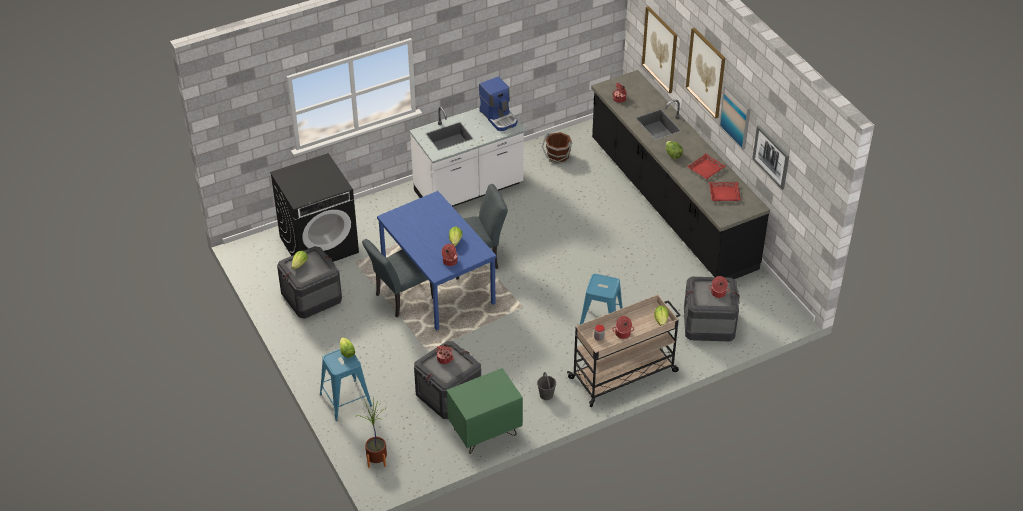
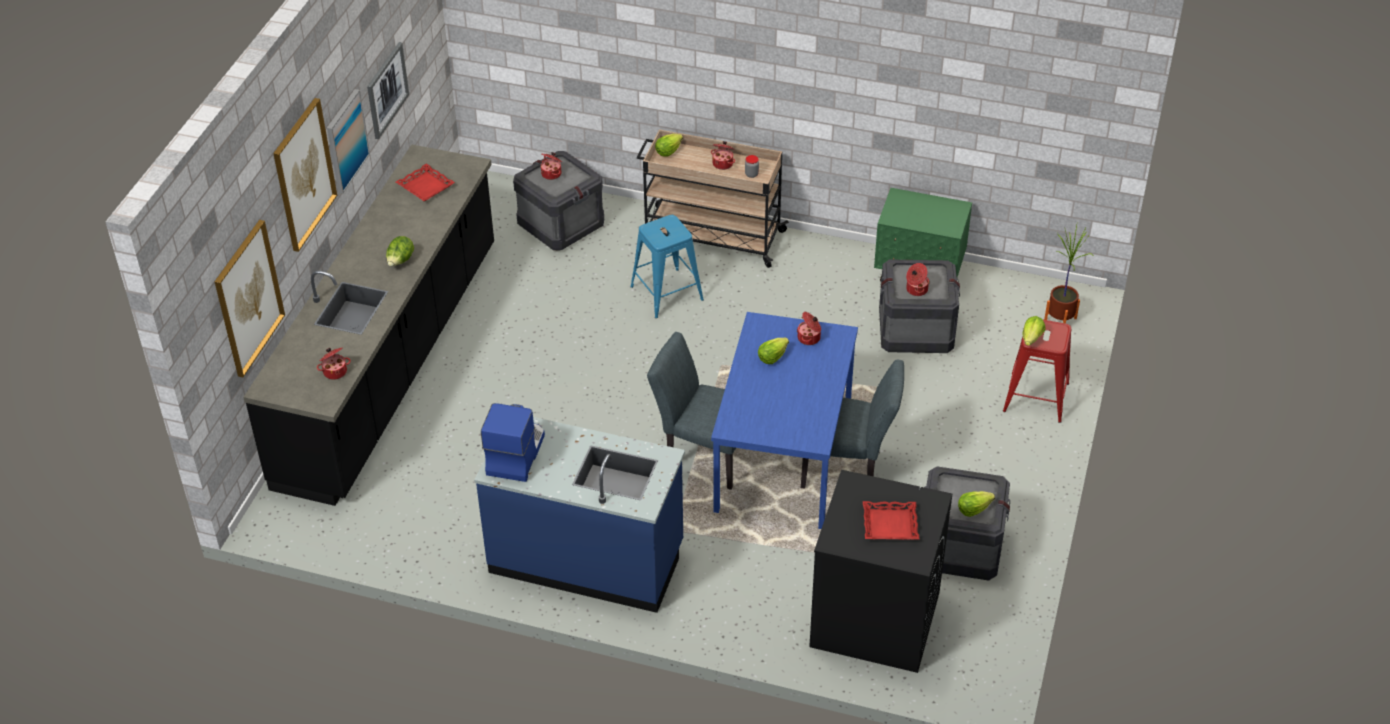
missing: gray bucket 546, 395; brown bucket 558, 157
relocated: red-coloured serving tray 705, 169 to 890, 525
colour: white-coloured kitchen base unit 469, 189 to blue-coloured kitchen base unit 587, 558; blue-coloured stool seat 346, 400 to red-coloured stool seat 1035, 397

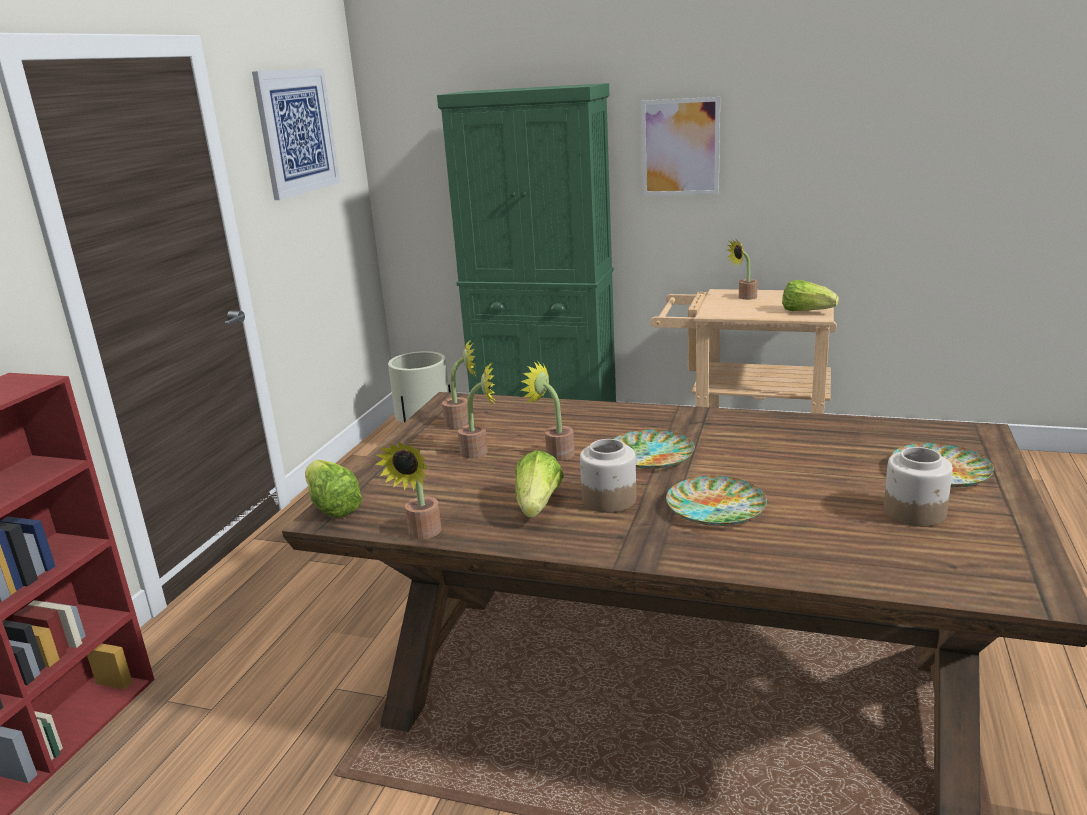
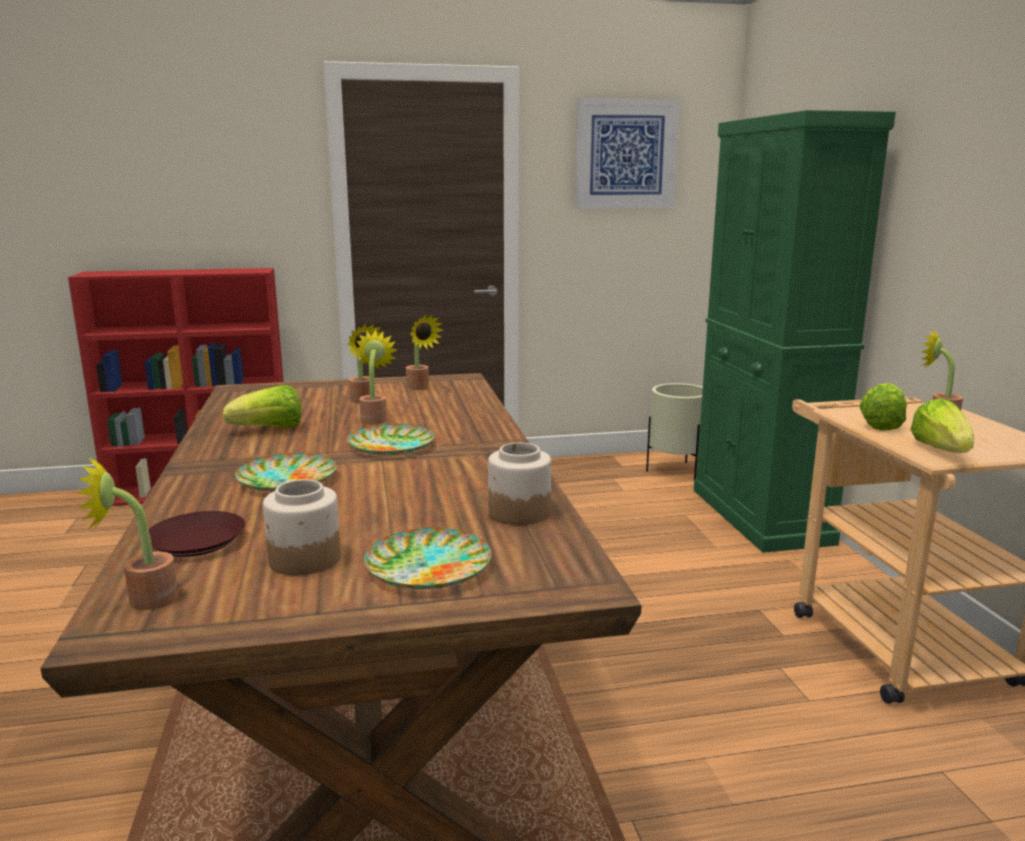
missing: wall picture 680, 147
appeared: brown dinner plate 196, 542
relocated: plant in a pot 422, 534 to 143, 599; storage jar 608, 500 to 519, 512; head of lettuce 332, 507 to 881, 424

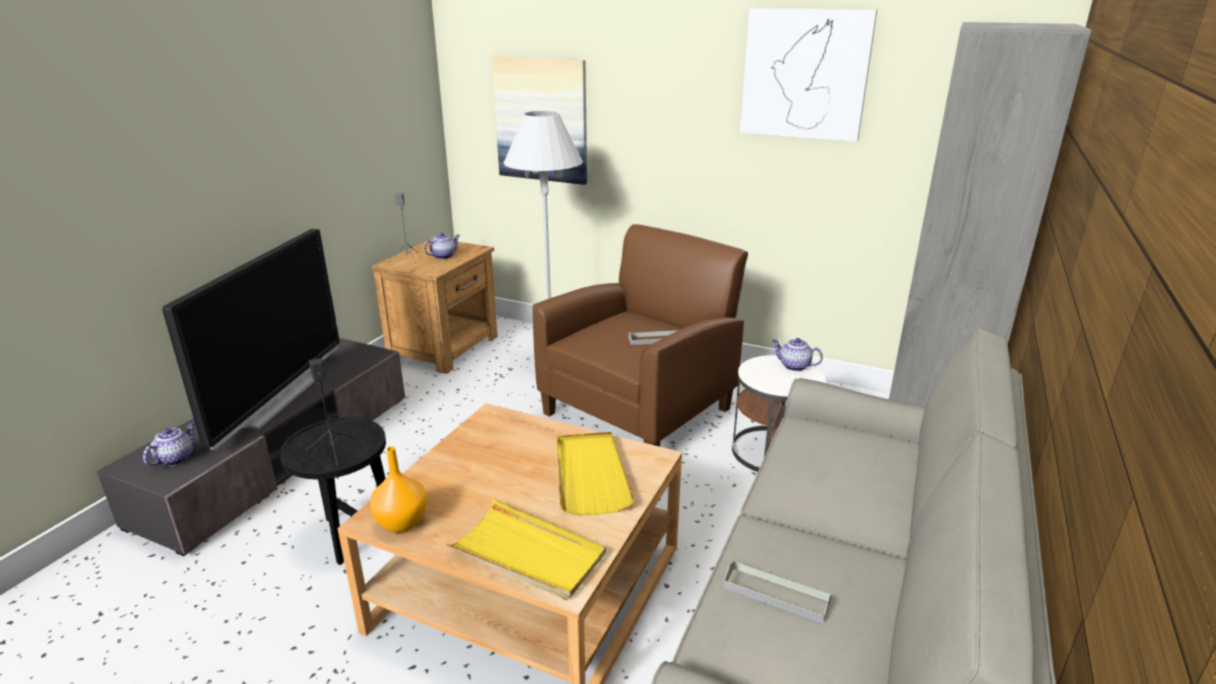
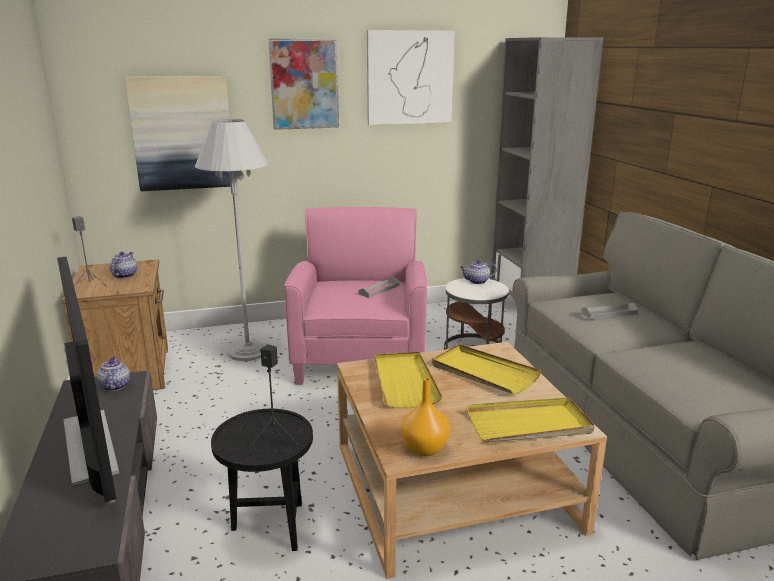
appeared: wall picture 304, 84; yellow serving tray 404, 382
relocated: teapot 176, 458 to 114, 386; gray serving tray 776, 594 to 609, 313
colour: brown easy chair 639, 410 to pink-coloured easy chair 360, 357

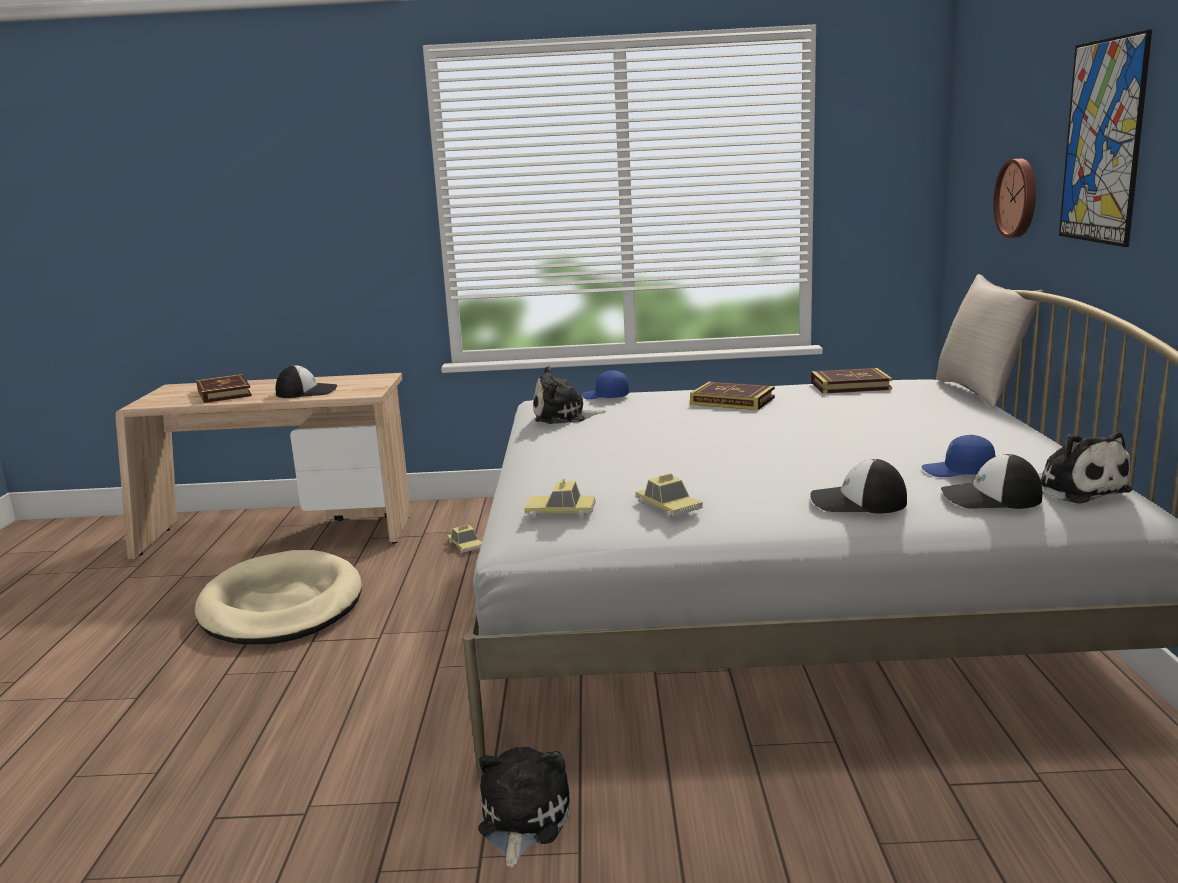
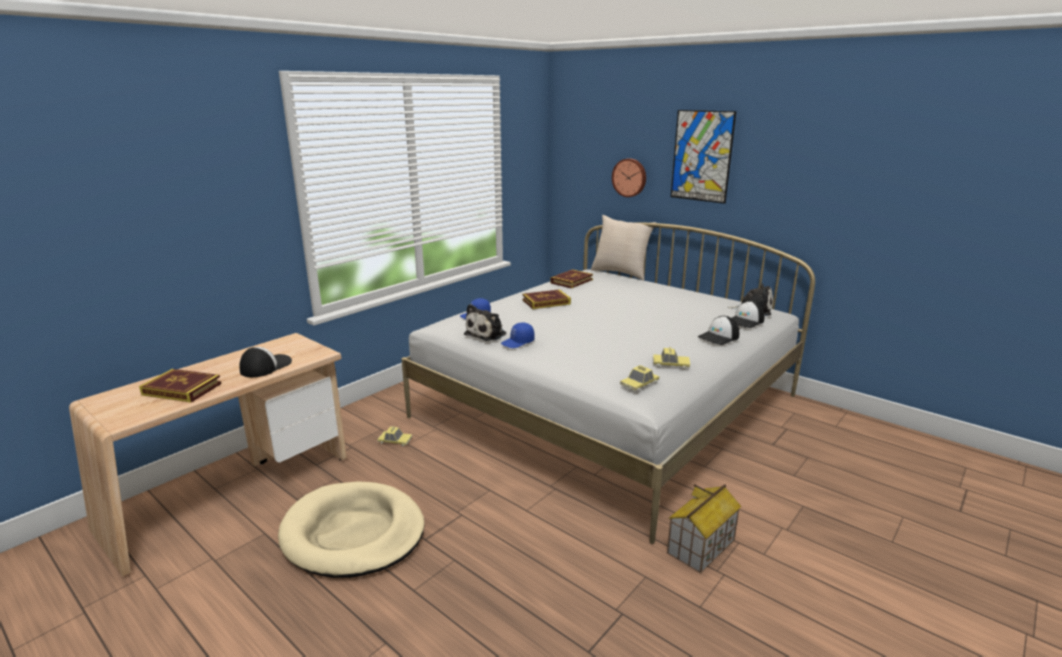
relocated: blue-coloured baseball cap 958, 472 to 518, 342
exchanged: plush toy 521, 821 to toy house 701, 547

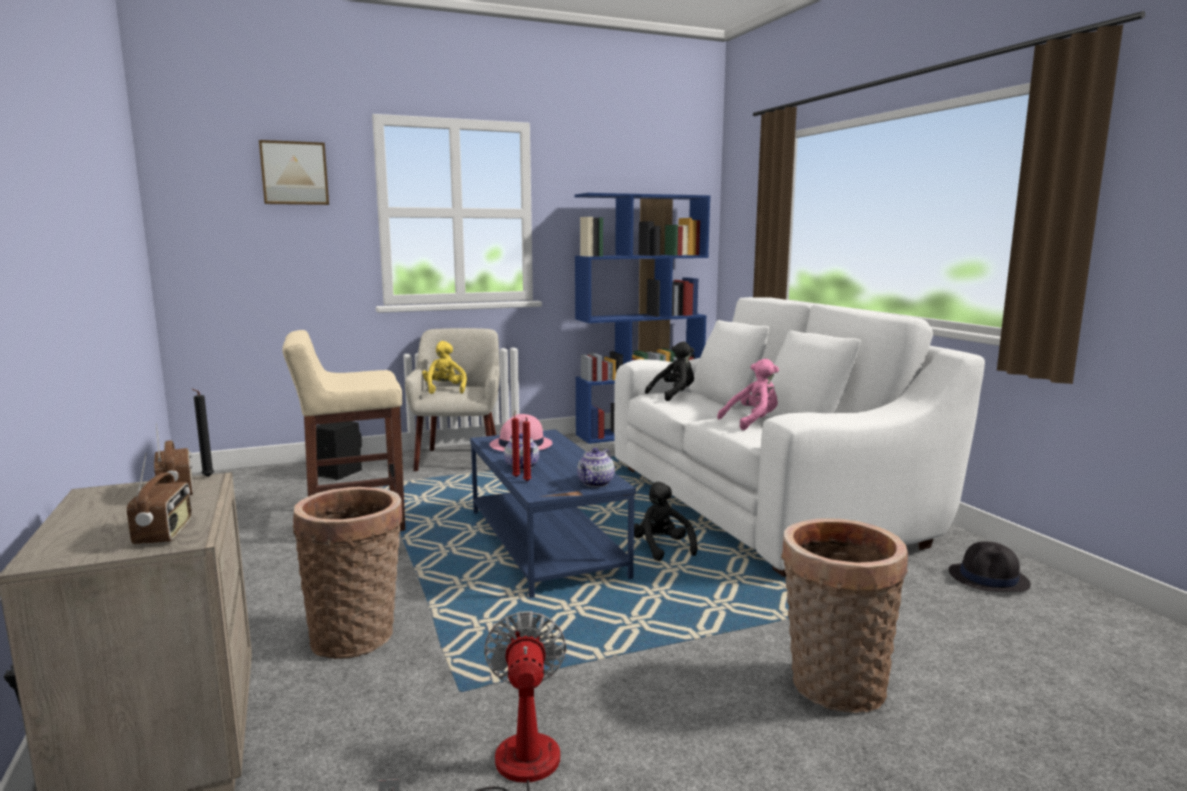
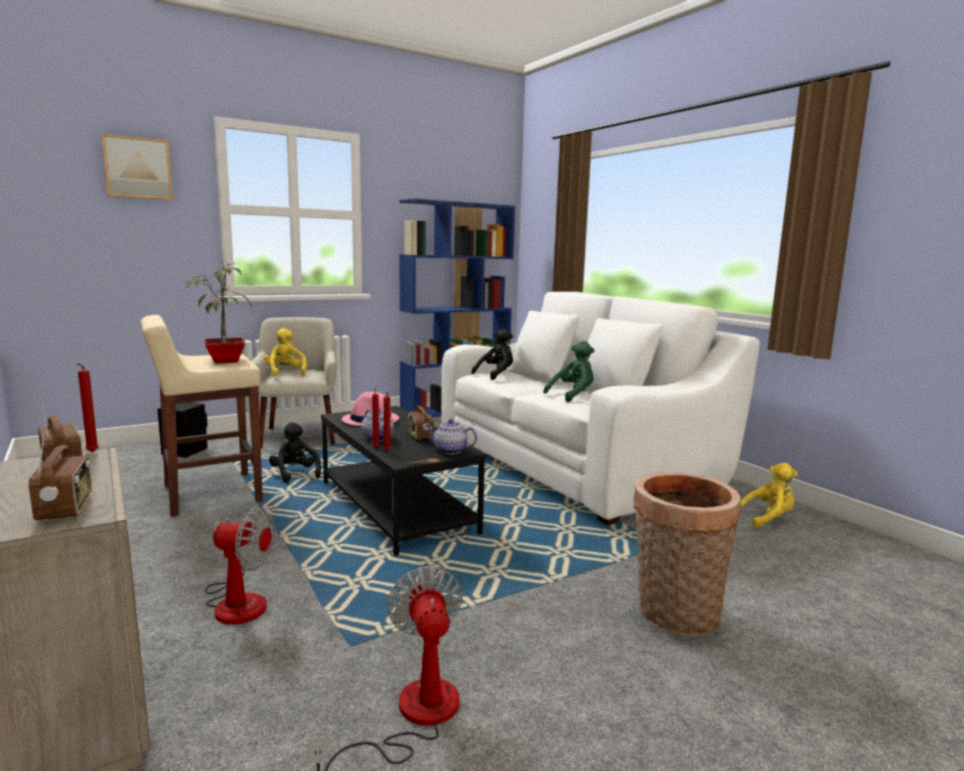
appeared: plant in a pot 223, 361; radio receiver 420, 436
relocated: black-coloured plush toy 661, 548 to 295, 474
exchanged: basket 357, 635 to cooling fan 237, 600; black-coloured hat 989, 579 to yellow plush toy 767, 518
colour: black-coloured wax light 206, 477 to red-coloured wax light 91, 453; blue-coloured coffee table 546, 543 to black-coloured coffee table 397, 506; pink-coloured plush toy 752, 422 to greenish plush toy 573, 395
spun: teapot 595, 483 = 449, 451 90 degrees clockwise

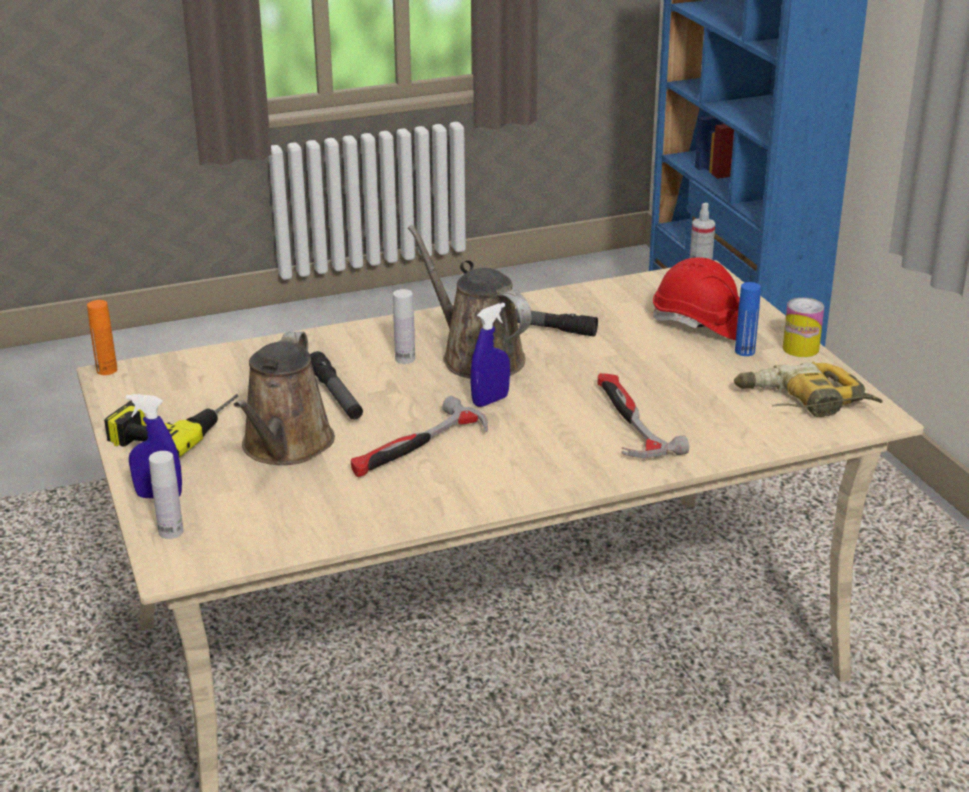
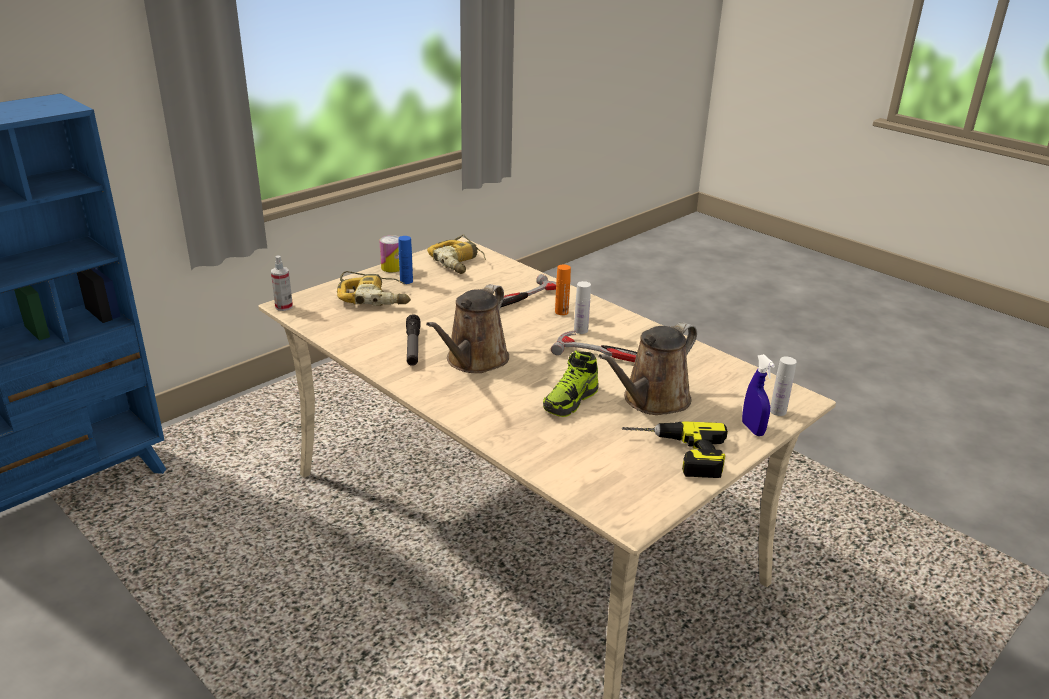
missing: blue-coloured sprayer 490, 401
relocated: orange-coloured bottle 107, 370 to 561, 312; white-coloured bottle 405, 359 to 581, 330
exchanged: red-coloured work helmet 700, 324 to drill 374, 297; torch 336, 395 to item of footwear 570, 401
spun: brown watering pot 285, 447 = 652, 400 150 degrees clockwise

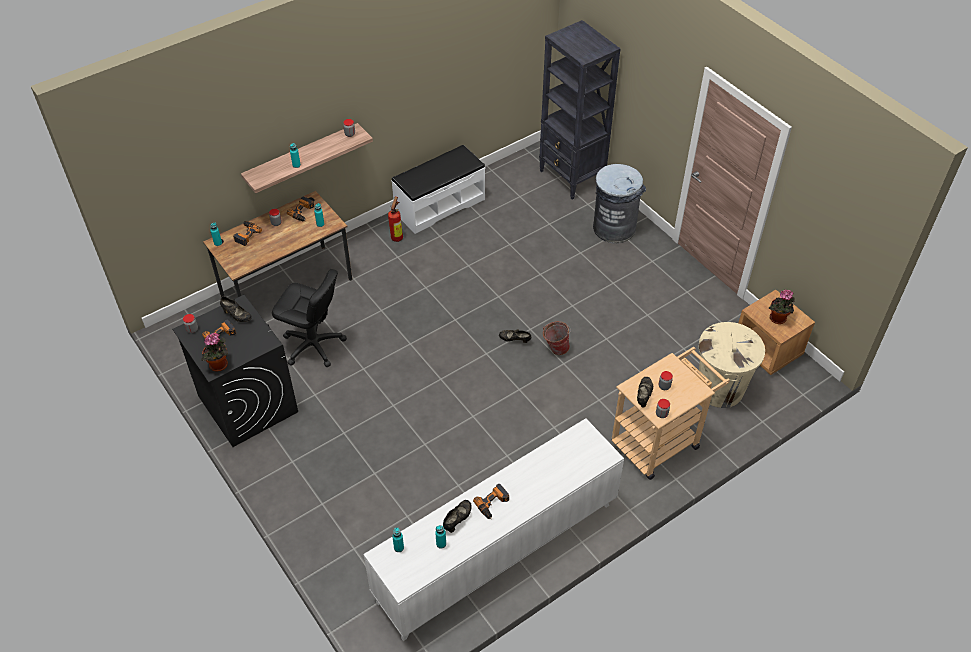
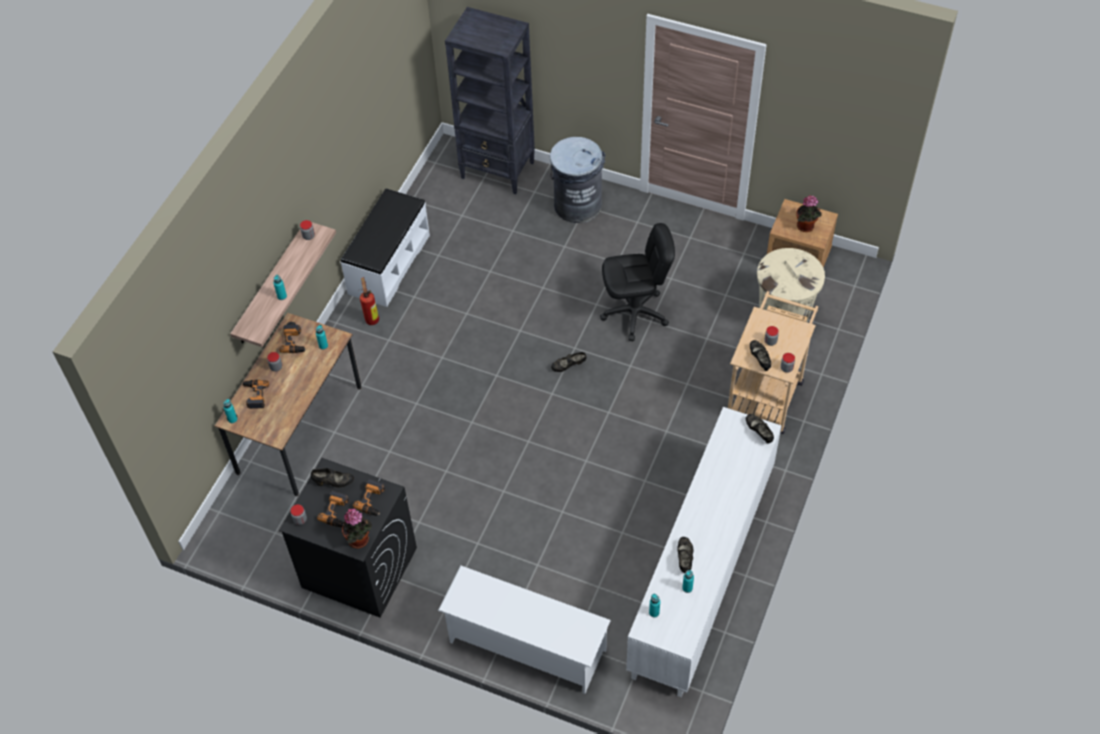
missing: bucket 555, 348
appeared: white-coloured shoe shelf 526, 646; black-coloured item of footwear 759, 432
relocated: drill 493, 504 to 373, 500; black-coloured desk chair 313, 345 to 635, 314

